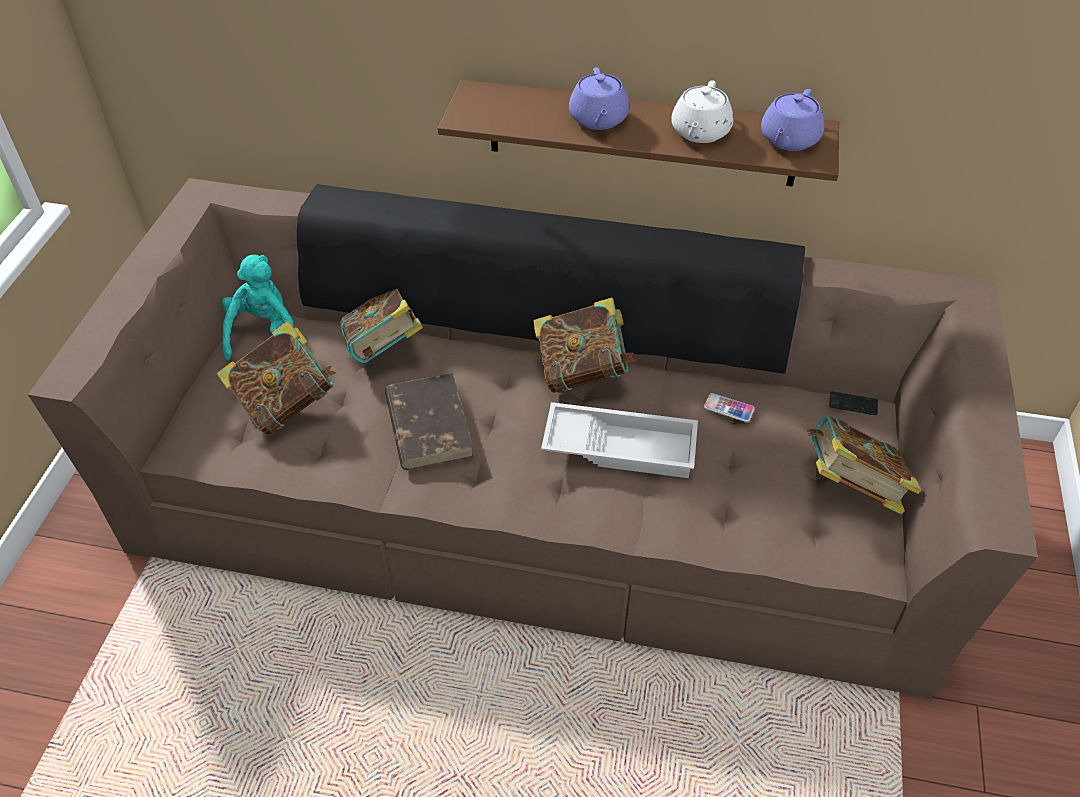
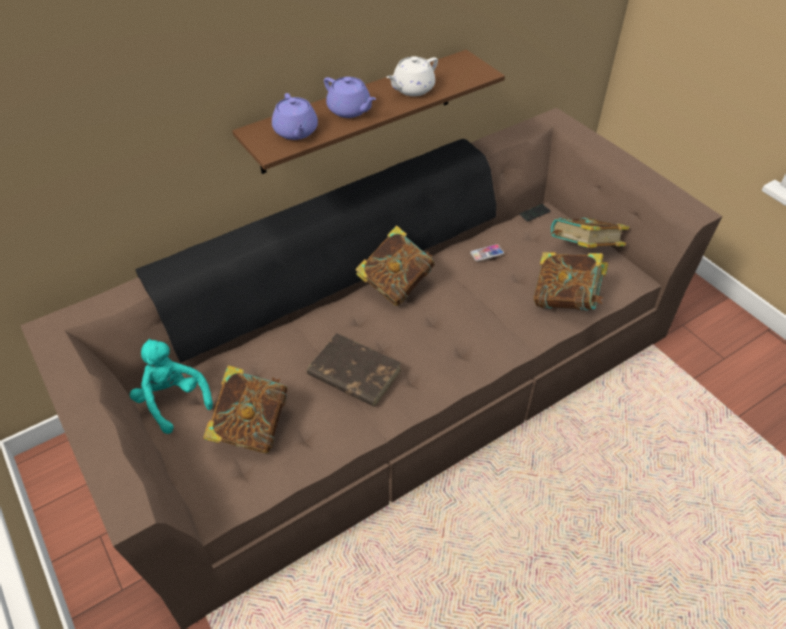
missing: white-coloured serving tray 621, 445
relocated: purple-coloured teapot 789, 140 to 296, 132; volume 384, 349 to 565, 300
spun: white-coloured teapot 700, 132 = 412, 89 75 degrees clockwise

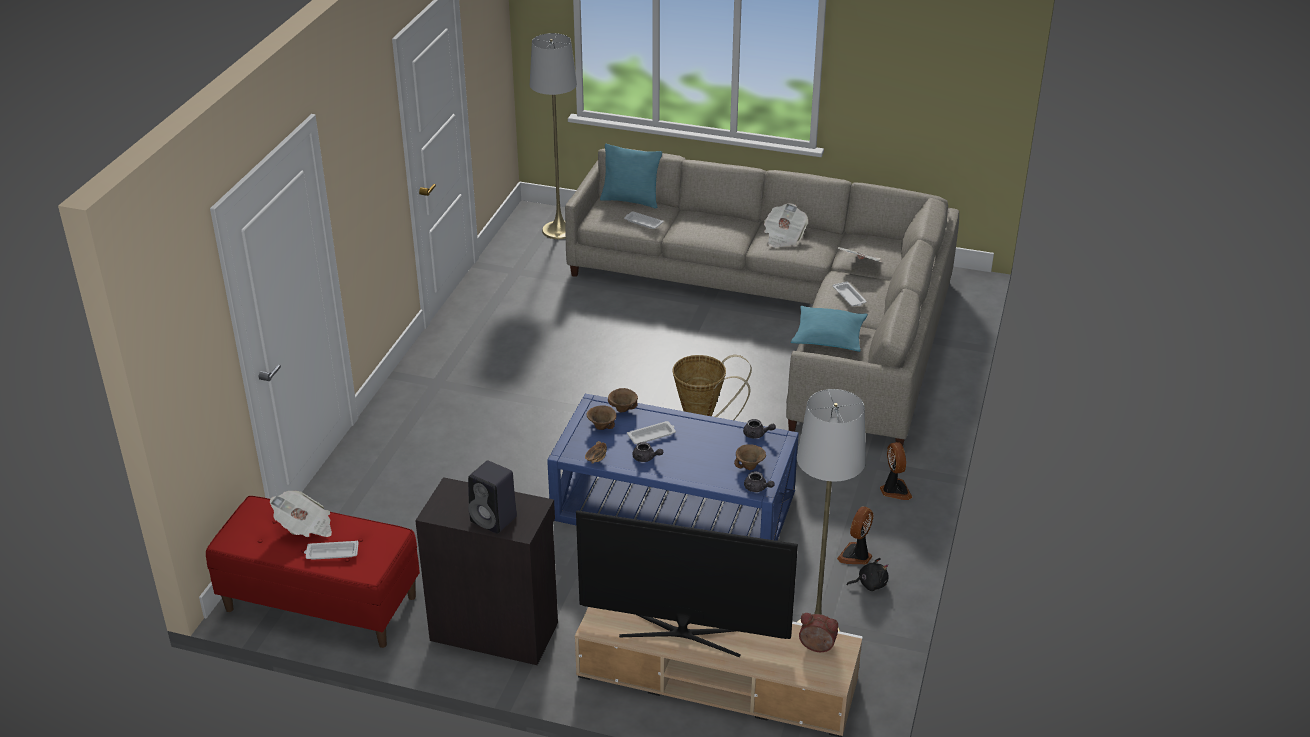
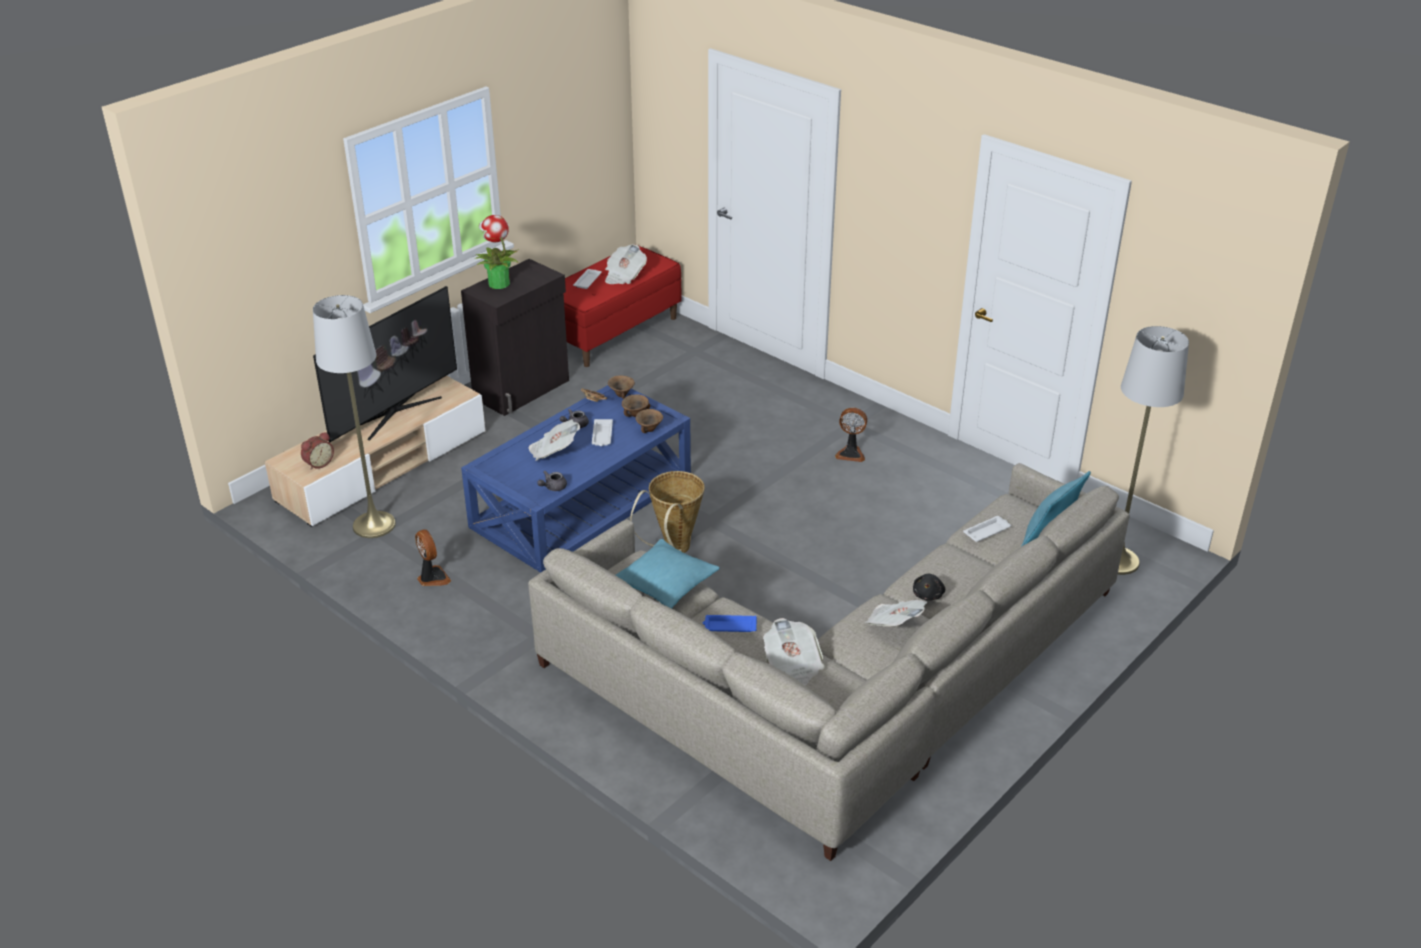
missing: gray teapot 757, 488
appeared: printed paper 554, 451
relocated: brown serving bowl 749, 467 to 621, 395; cooling fan 894, 490 to 851, 453; black-coloured plush toy 870, 584 to 928, 594
exchanged: black-coloured audio speaker 495, 519 to plant in a pot 498, 283
colour: white-coloured serving tray 849, 297 to blue-coloured serving tray 729, 626

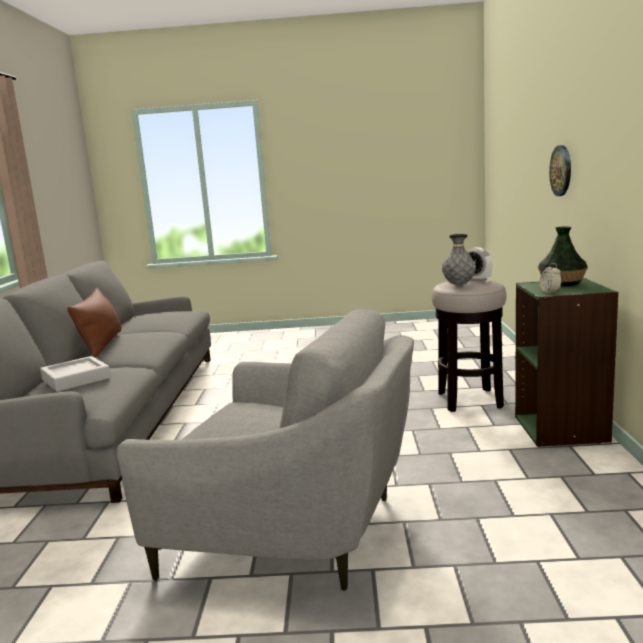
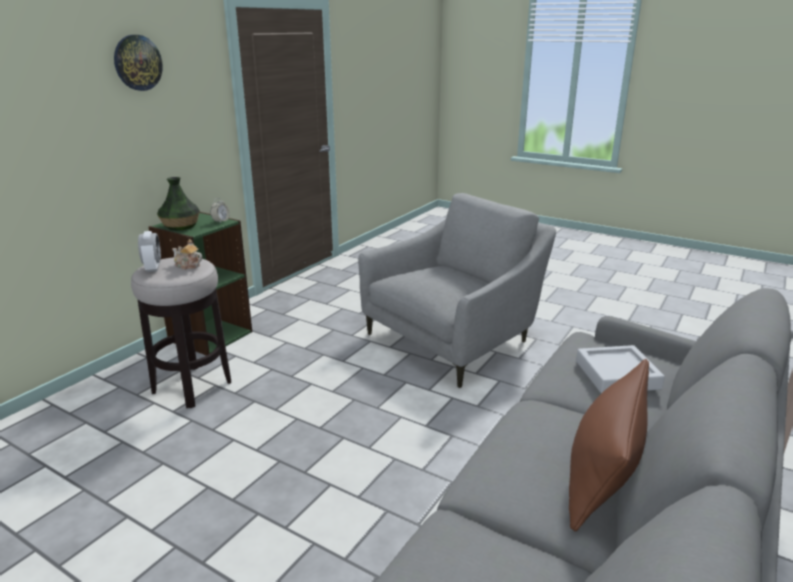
relocated: hanging clock 561, 170 to 137, 63
exchanged: gray decorative vase 458, 285 to teapot 187, 266
spun: gray easy chair 293, 529 = 456, 339 90 degrees clockwise

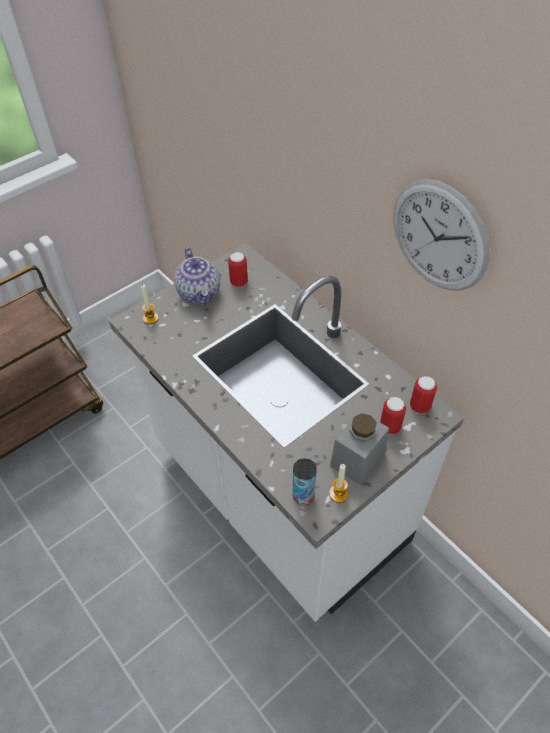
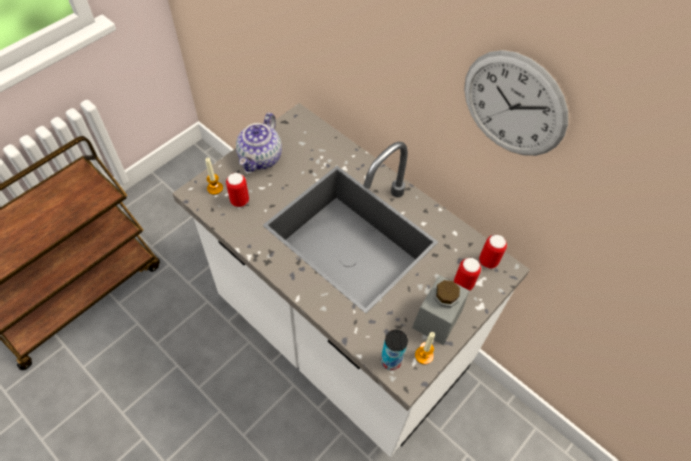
relocated: sealed can 239, 282 to 239, 201
spun: teapot 200, 293 = 261, 158 45 degrees clockwise

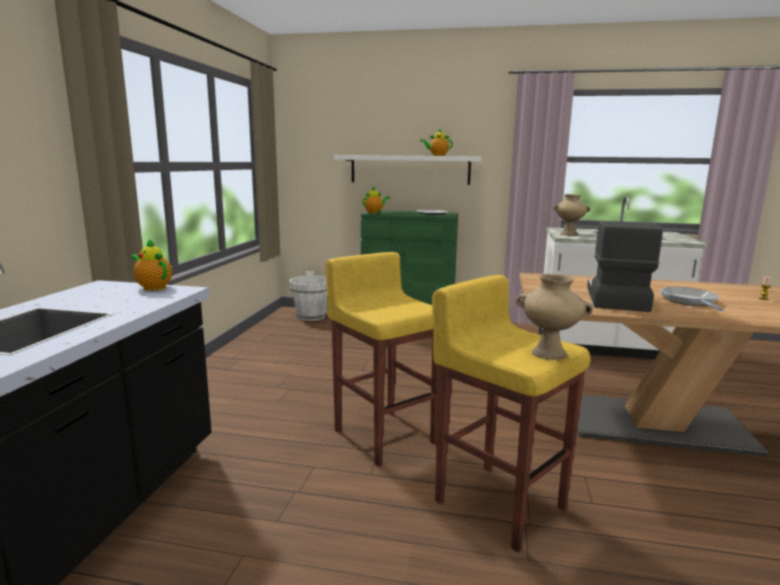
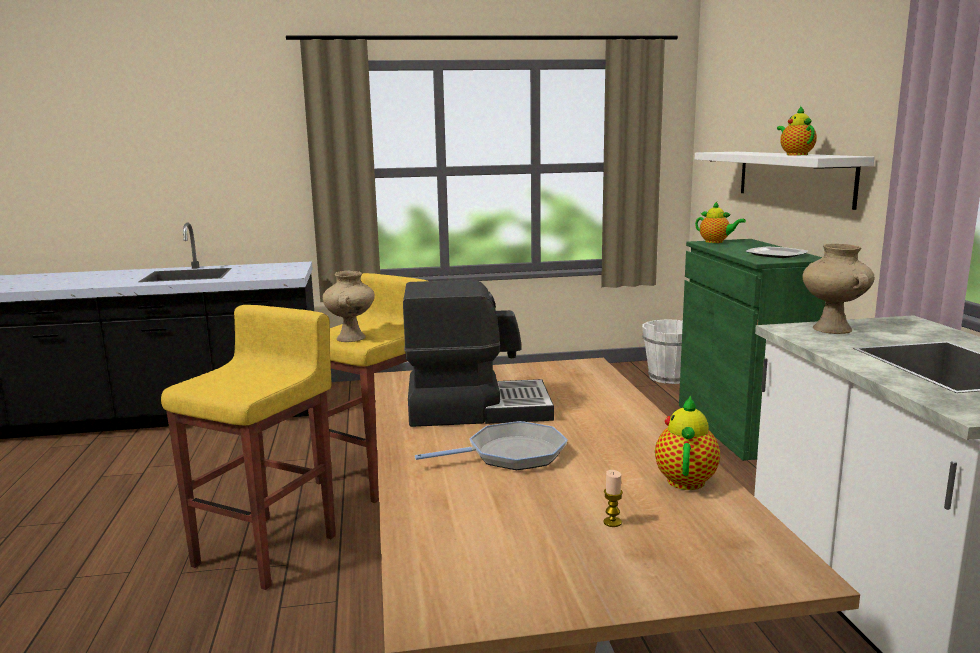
relocated: beige decorative vase 550, 353 to 351, 338; teapot 153, 287 to 686, 479

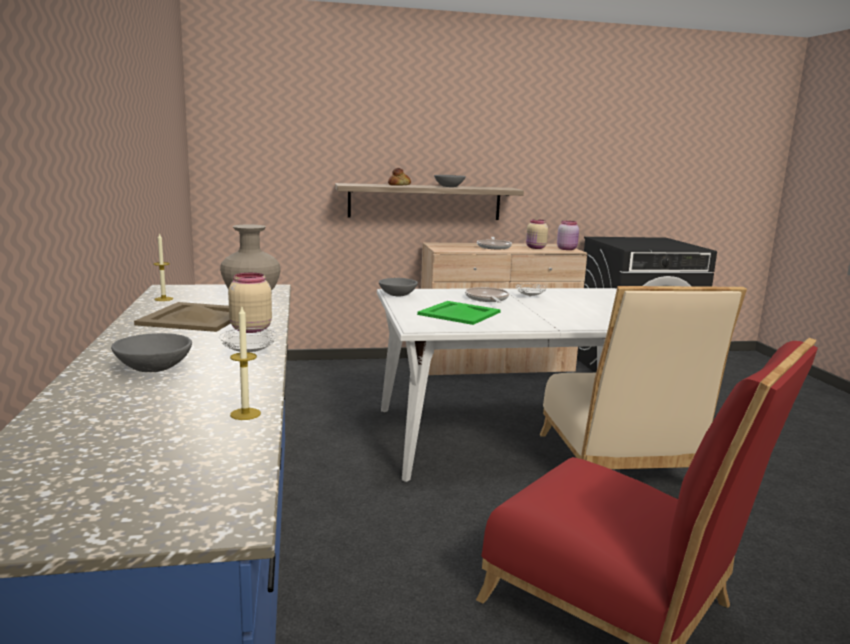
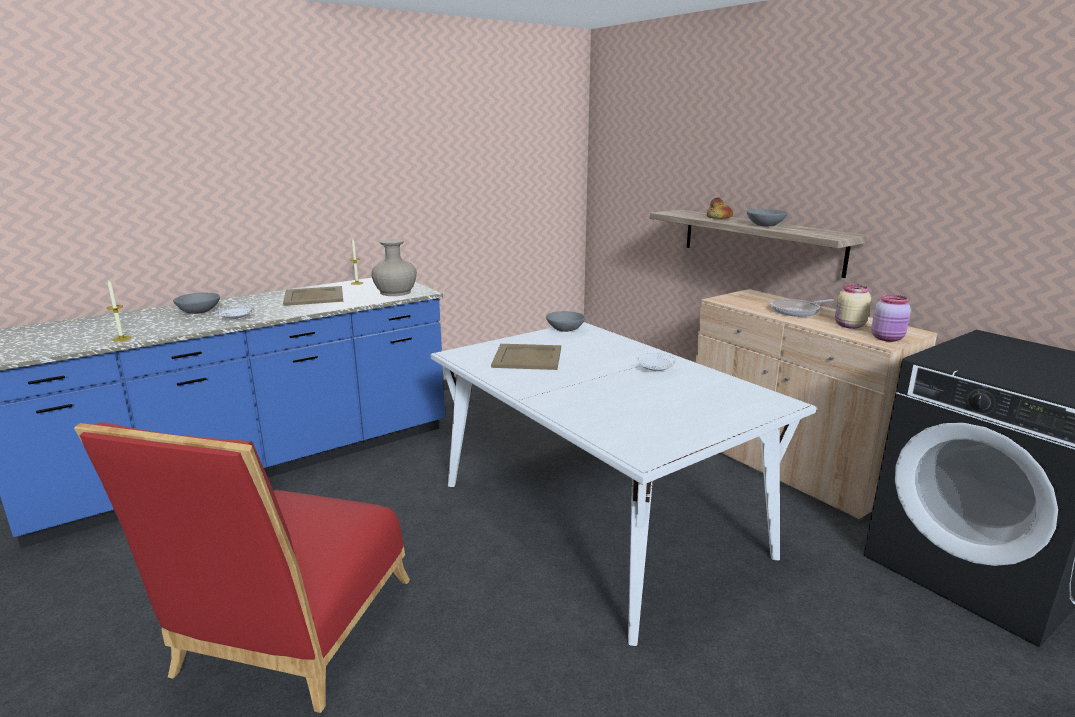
missing: beige storage jar 250, 329; pan 487, 299; beige chair 618, 466
colour: greenish serving tray 460, 313 to beige serving tray 528, 357

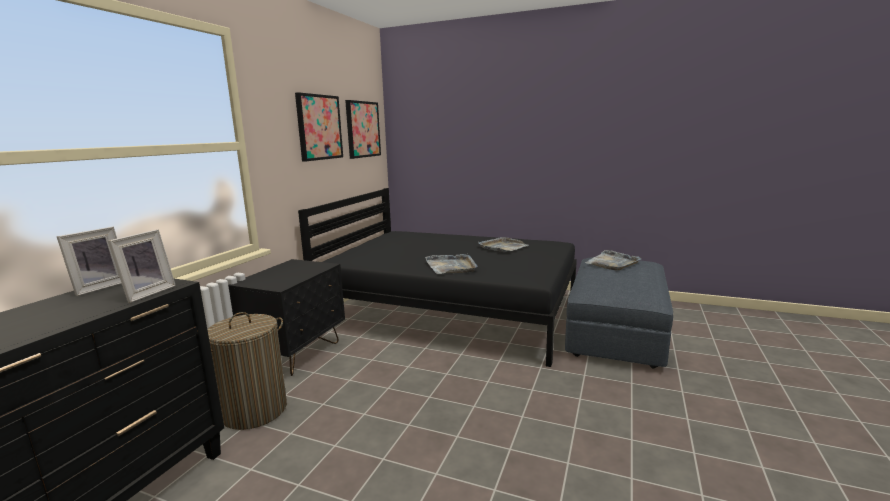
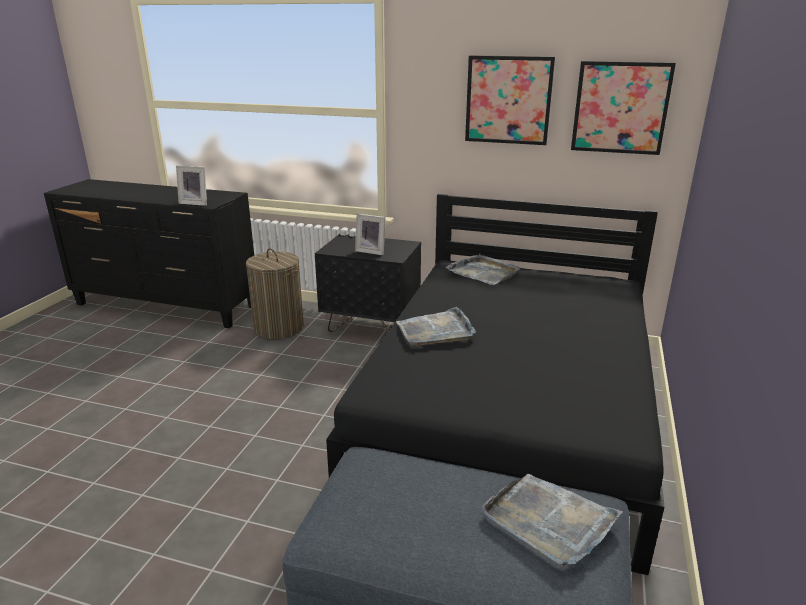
relocated: picture frame 99, 287 to 371, 251; gray serving tray 503, 247 to 483, 272

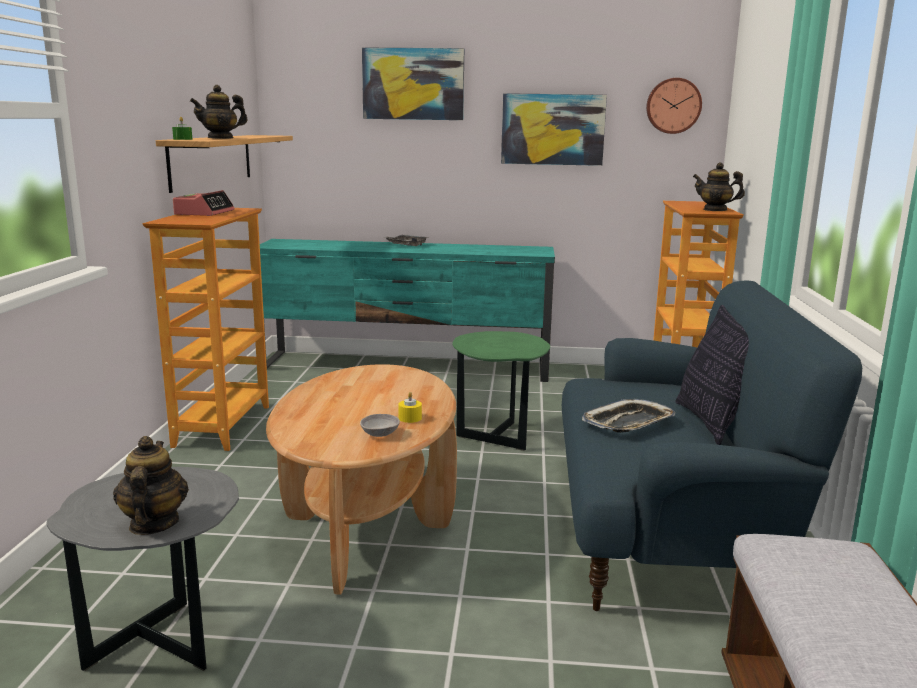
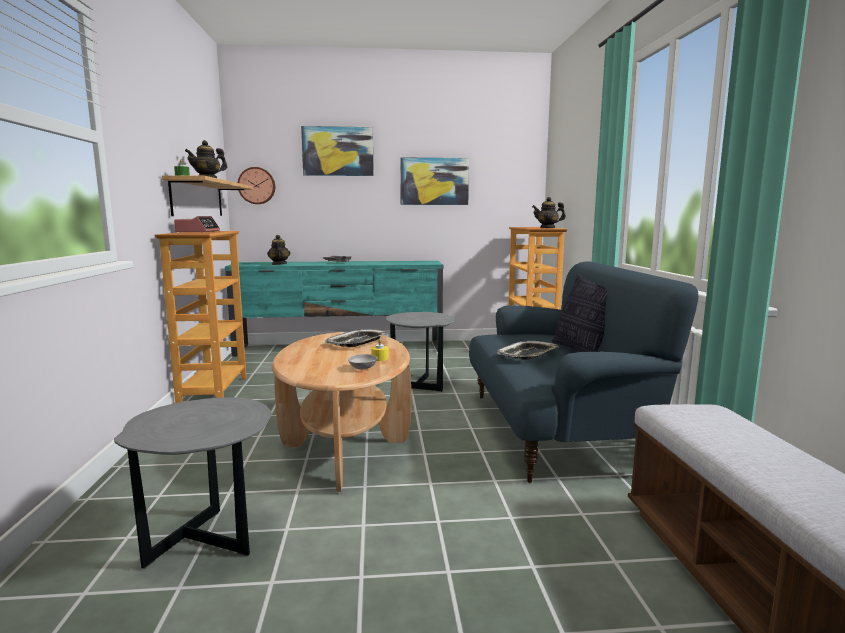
appeared: serving tray 357, 343
relocated: hanging clock 673, 106 to 257, 185; teapot 153, 524 to 279, 264
colour: greenish accent table 498, 435 to gray accent table 420, 384

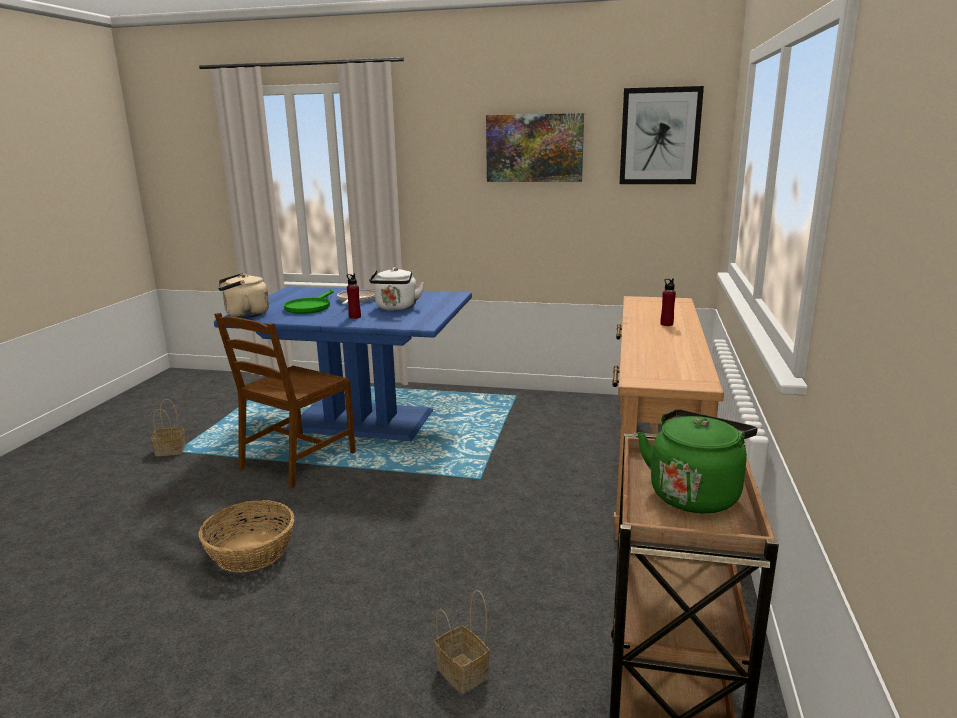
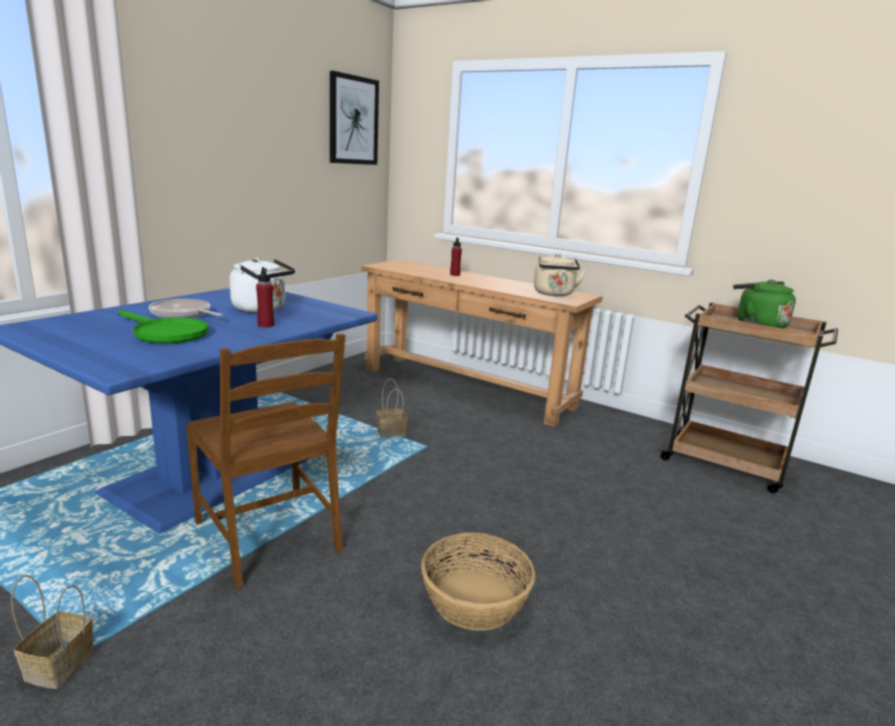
missing: wall picture 534, 148
relocated: basket 464, 673 to 392, 432; beige water kettle 244, 315 to 554, 294

